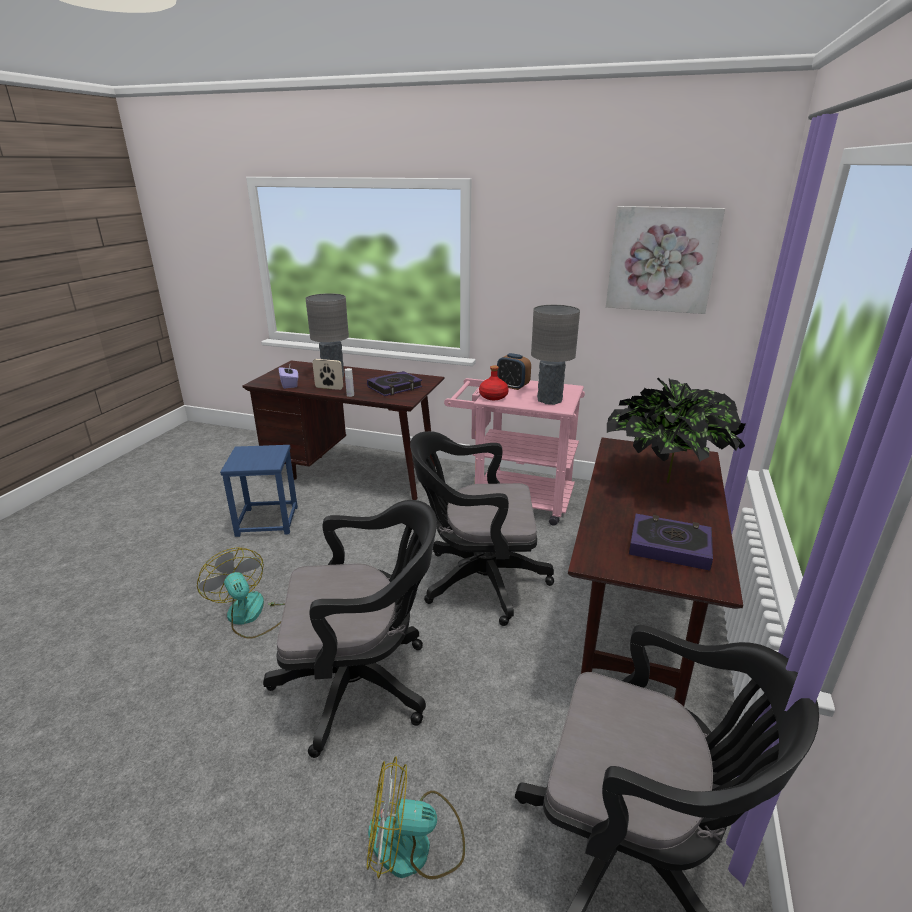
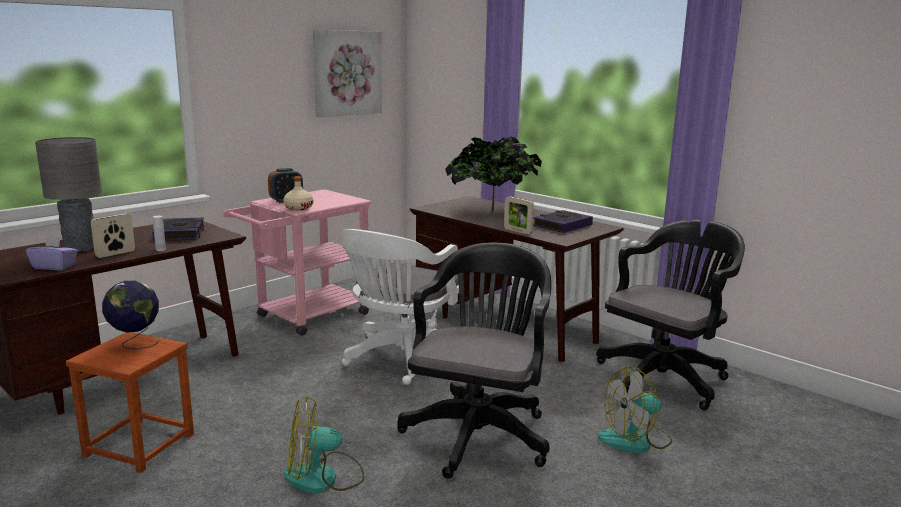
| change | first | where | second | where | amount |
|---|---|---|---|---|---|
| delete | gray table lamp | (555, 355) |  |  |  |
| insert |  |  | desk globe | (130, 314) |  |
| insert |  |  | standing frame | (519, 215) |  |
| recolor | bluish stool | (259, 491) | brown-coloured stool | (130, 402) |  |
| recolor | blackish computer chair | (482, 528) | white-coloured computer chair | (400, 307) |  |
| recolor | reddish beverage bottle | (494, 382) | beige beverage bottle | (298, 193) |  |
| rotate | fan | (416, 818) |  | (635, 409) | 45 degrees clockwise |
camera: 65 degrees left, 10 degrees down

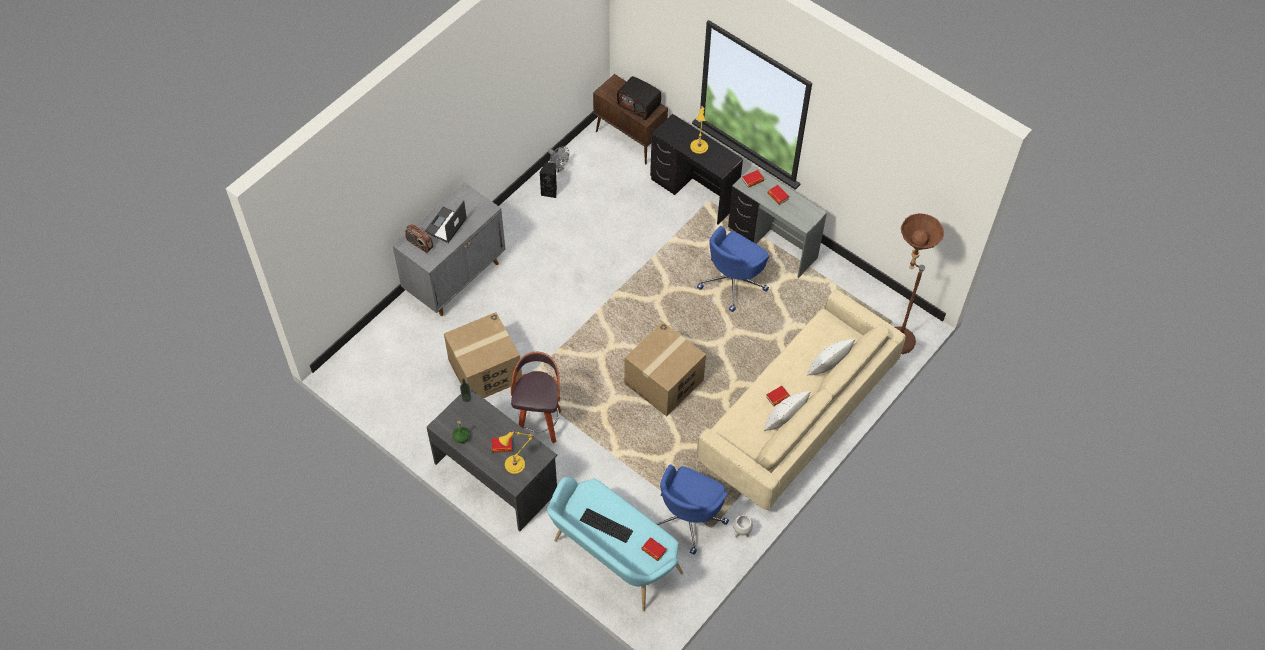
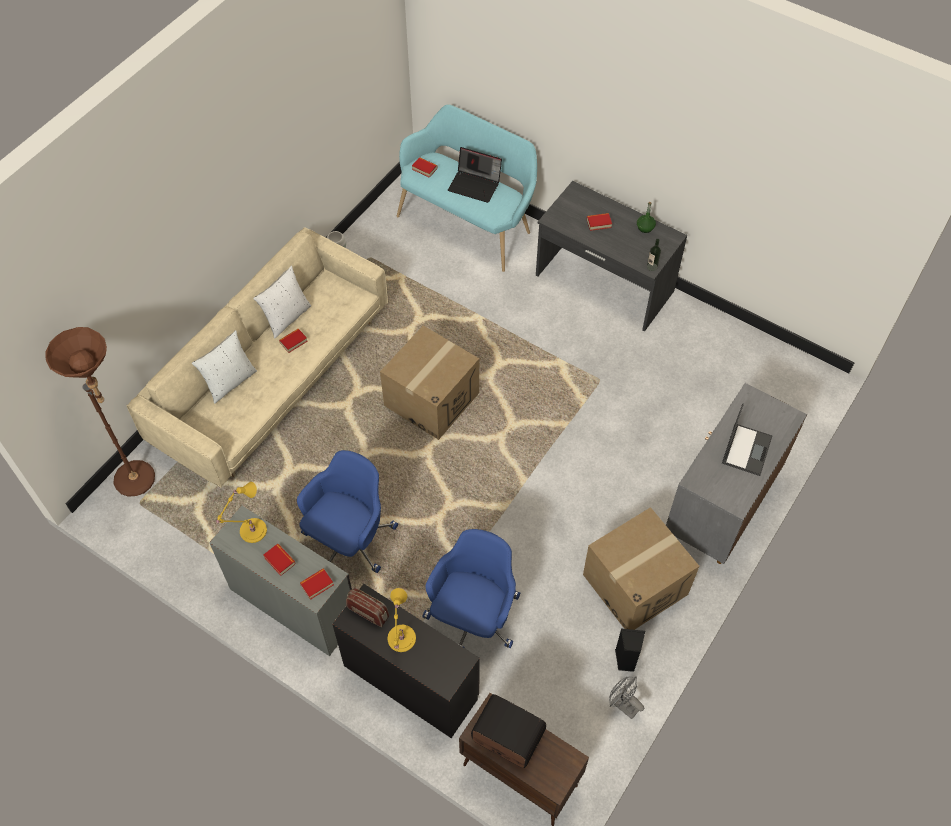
| change | first | where | second | where | amount |
|---|---|---|---|---|---|
| delete | stool | (536, 398) |  |  |  |
| move | radio | (419, 238) |  | (367, 607) |  |
| move | cardboard box | (483, 355) |  | (641, 568) |  |
| move | yellow table lamp | (516, 452) |  | (241, 512) |  |
| move | bluish computer chair | (693, 509) |  | (471, 588) |  |
| replace | keyboard | (606, 525) | portable computer | (475, 175) |  |
camera: 175 degrees right, 0 degrees up

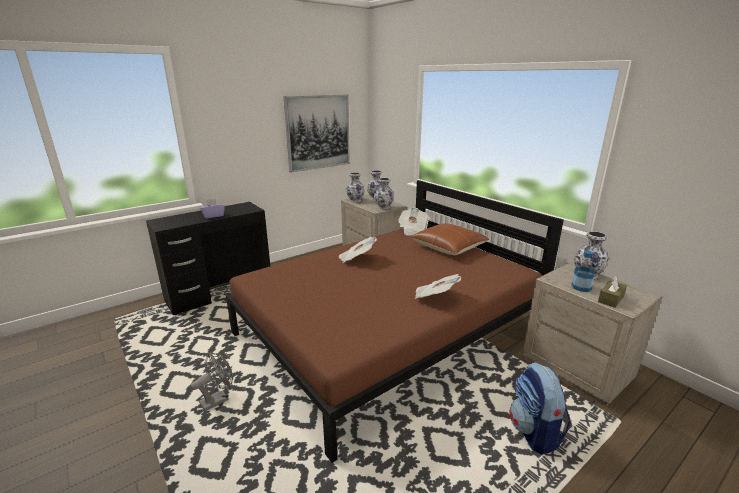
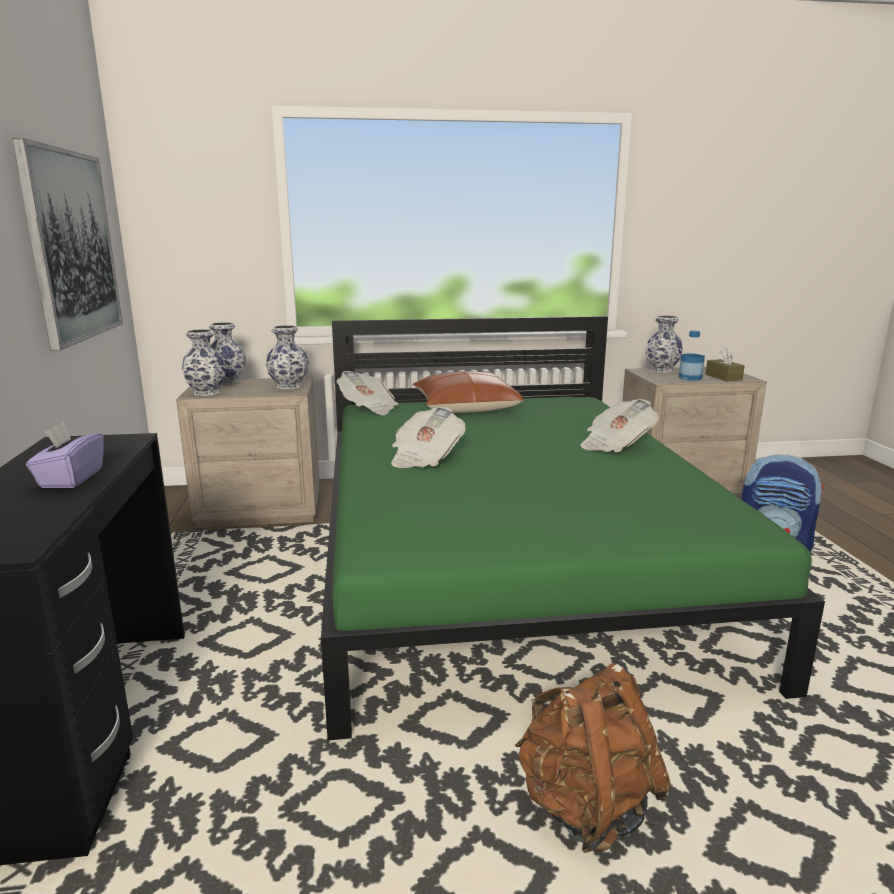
| change | first | where | second | where | amount |
|---|---|---|---|---|---|
| replace | gray fan | (212, 381) | brown-coloured knapsack | (593, 758) |  |
| recolor | brown-coloured bedroom bed | (395, 321) | green bedroom bed | (573, 528) |  |
camera: 60 degrees left, 5 degrees down

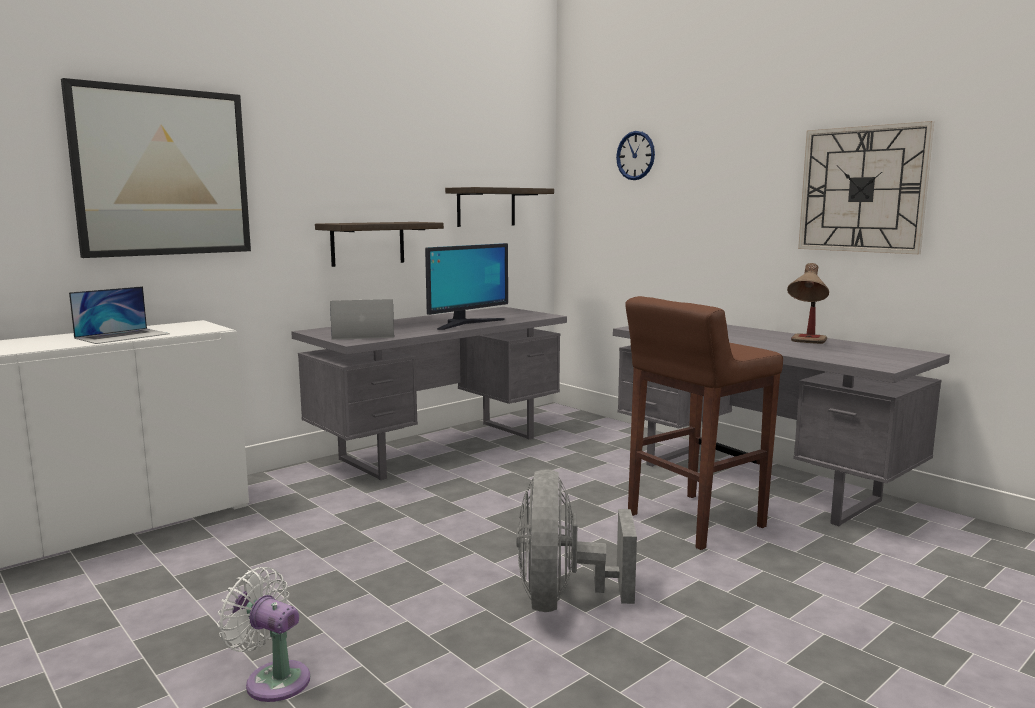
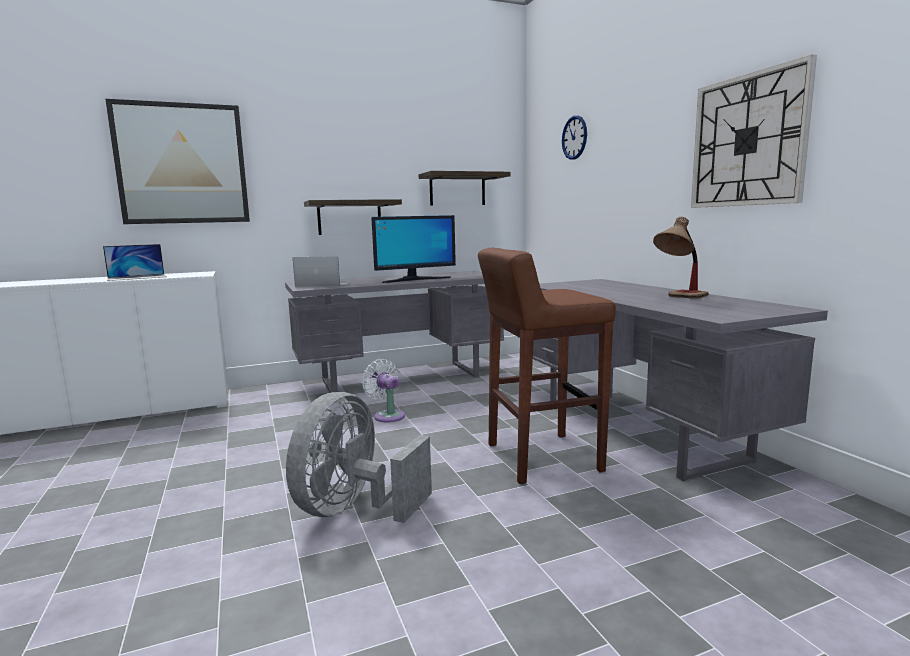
| change | first | where | second | where | amount |
|---|---|---|---|---|---|
| move | white-coloured fan | (263, 634) |  | (383, 390) |  |
camera: 20 degrees right, 0 degrees up

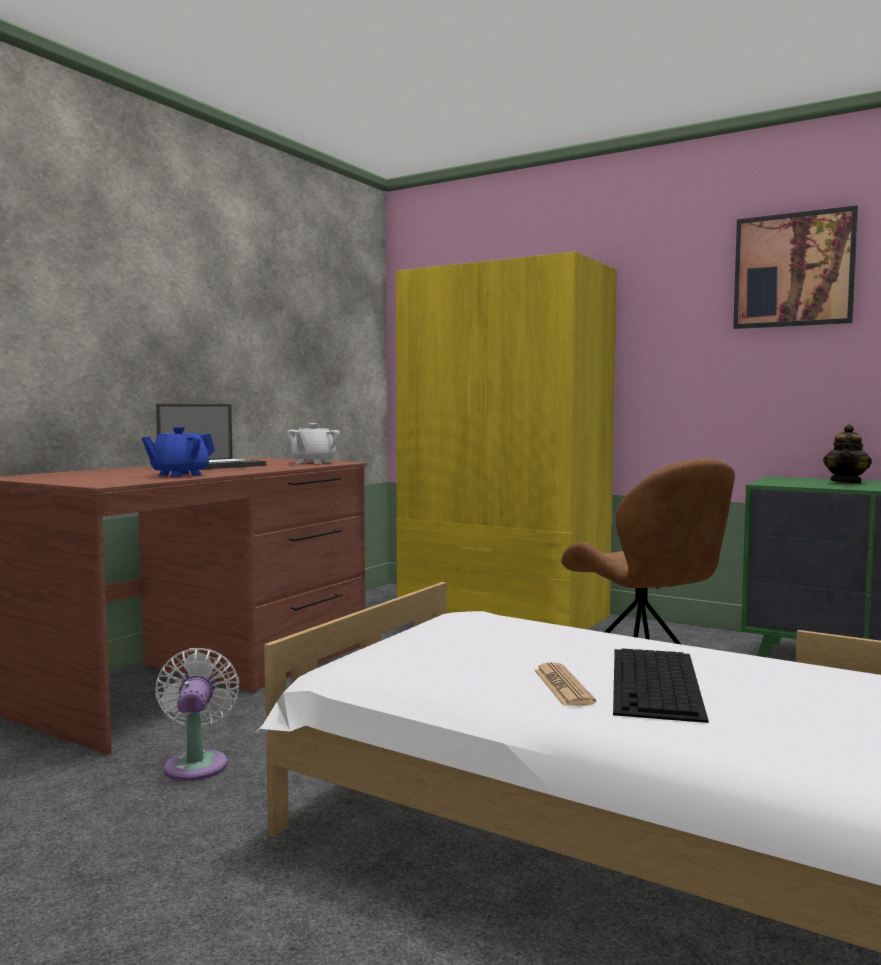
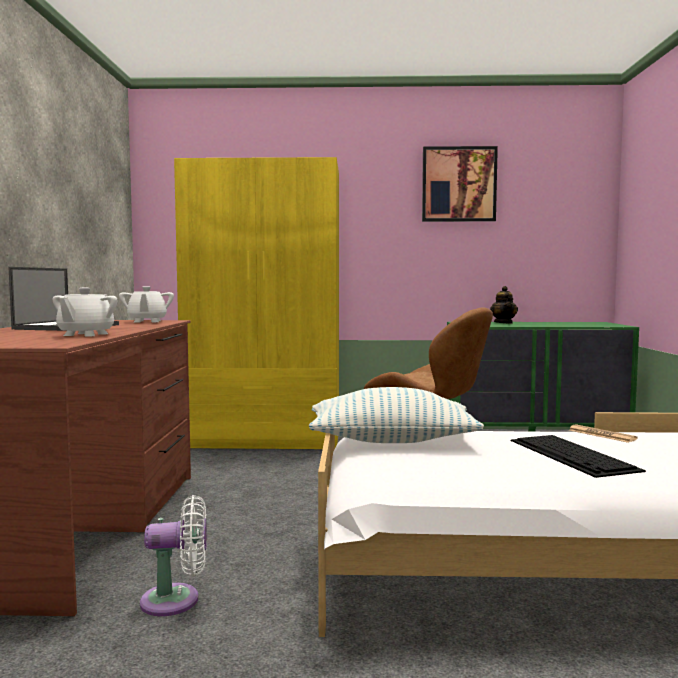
| change | first | where | second | where | amount |
|---|---|---|---|---|---|
| insert |  |  | pillow | (396, 415) |  |
| move | printed paper | (565, 684) |  | (603, 434) |  |
| recolor | bluish pot for tea | (178, 451) | white-coloured pot for tea | (85, 312) |  |
| rotate | white-coloured fan | (197, 714) |  | (173, 555) | 120 degrees clockwise |
camera: 30 degrees left, 0 degrees up

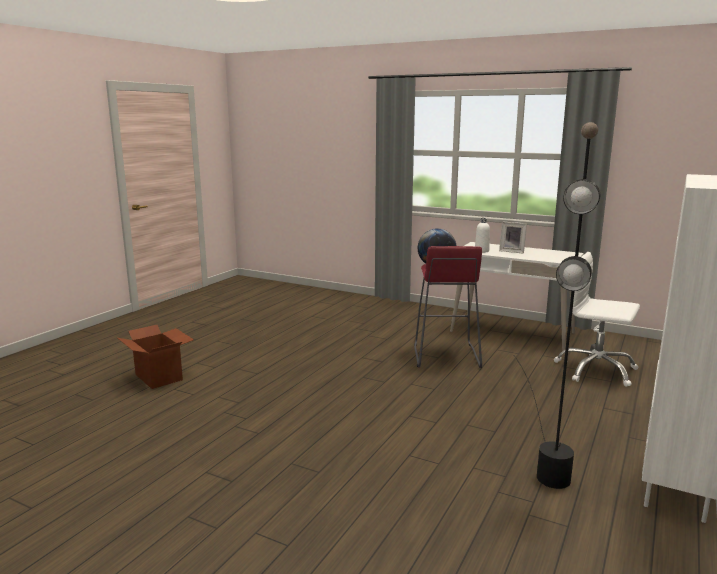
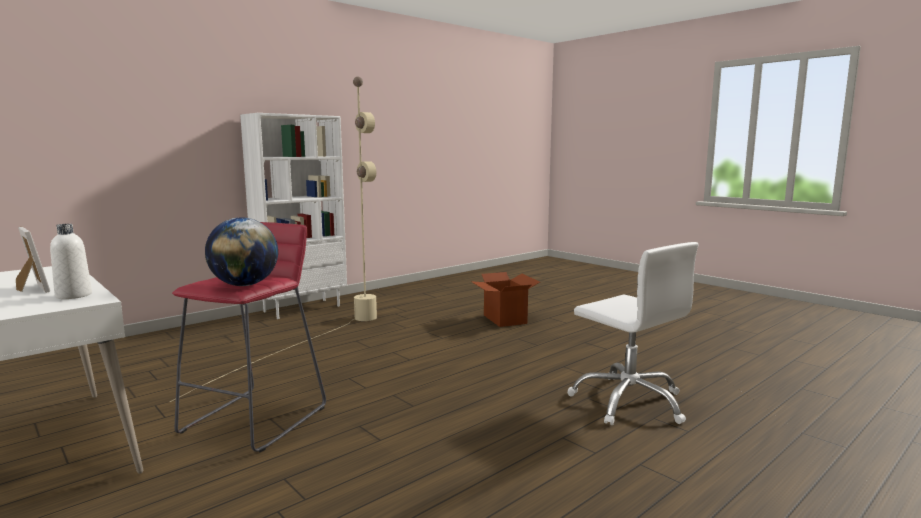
| change | first | where | second | where | amount |
|---|---|---|---|---|---|
| move | cardboard box | (156, 357) |  | (505, 299) |  |
| move | white-coloured computer chair | (597, 319) |  | (633, 333) |  |
| recolor | blackish standing lamp | (557, 305) | beige standing lamp | (273, 239) |  |
camera: 160 degrees left, 5 degrees down

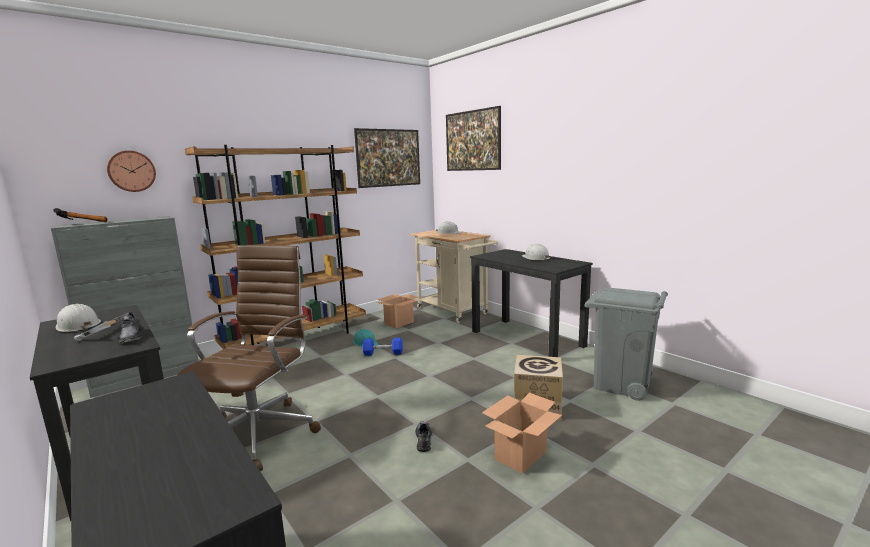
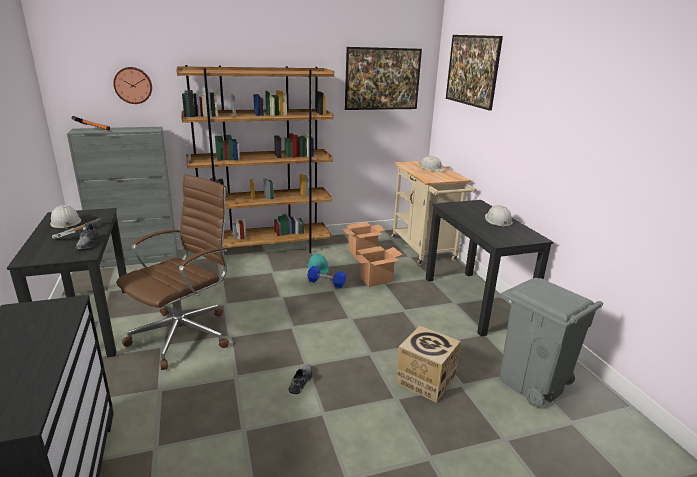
| change | first | where | second | where | amount |
|---|---|---|---|---|---|
| move | cardboard box | (522, 433) |  | (378, 266) |  |
camera: 20 degrees right, 10 degrees up

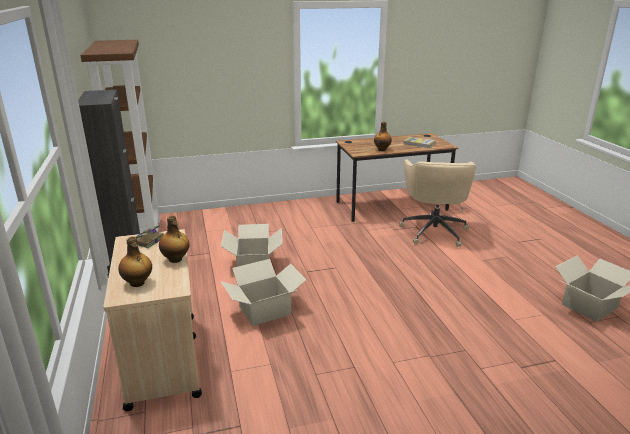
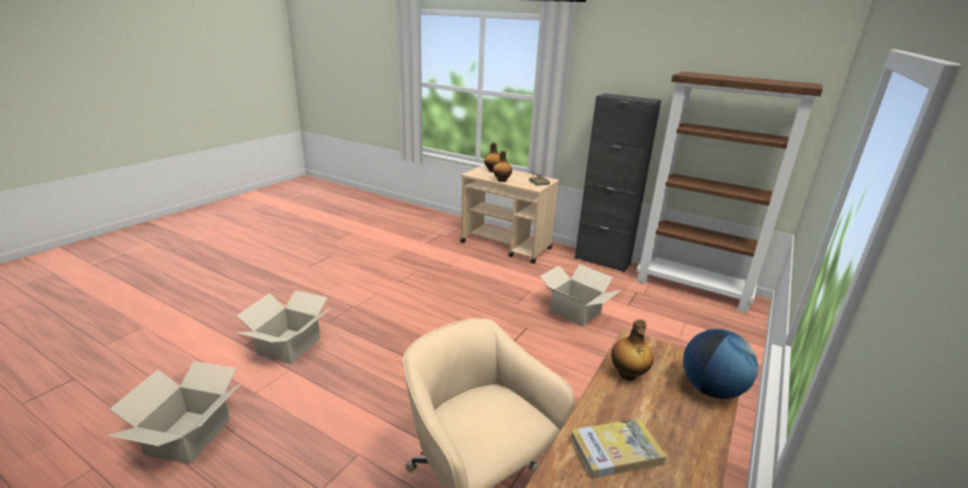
| change | first | where | second | where | amount |
|---|---|---|---|---|---|
| insert |  |  | desk globe | (720, 364) |  |
| move | cardboard box | (263, 292) |  | (283, 327) |  |
camera: 135 degrees right, 0 degrees up

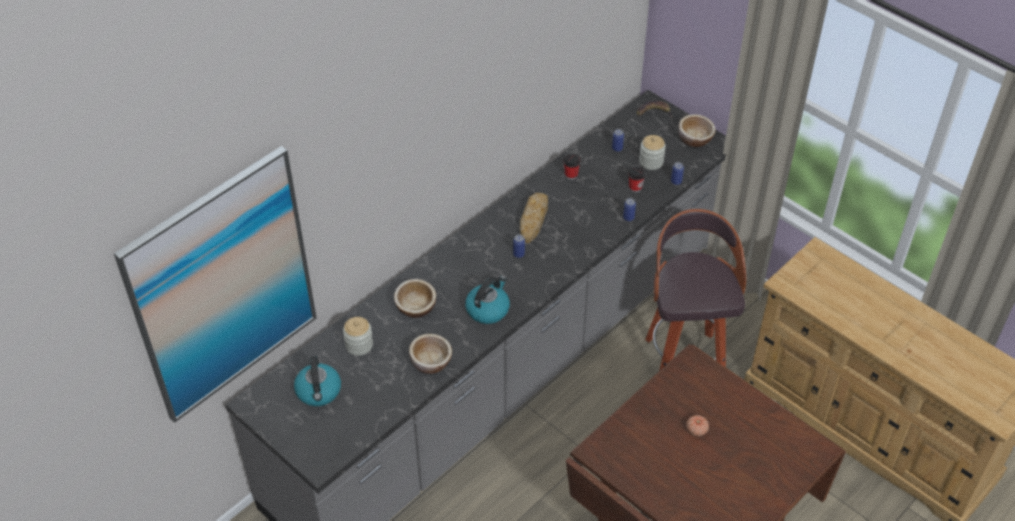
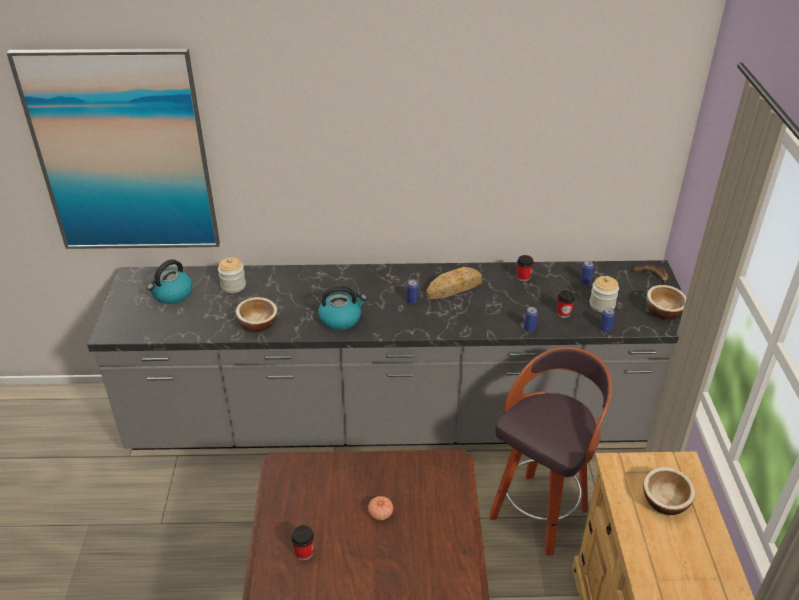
| change | first | where | second | where | amount |
|---|---|---|---|---|---|
| insert |  |  | cup | (302, 543) |  |
| move | deep dish | (415, 298) |  | (669, 491) |  |
camera: 45 degrees right, 10 degrees down

